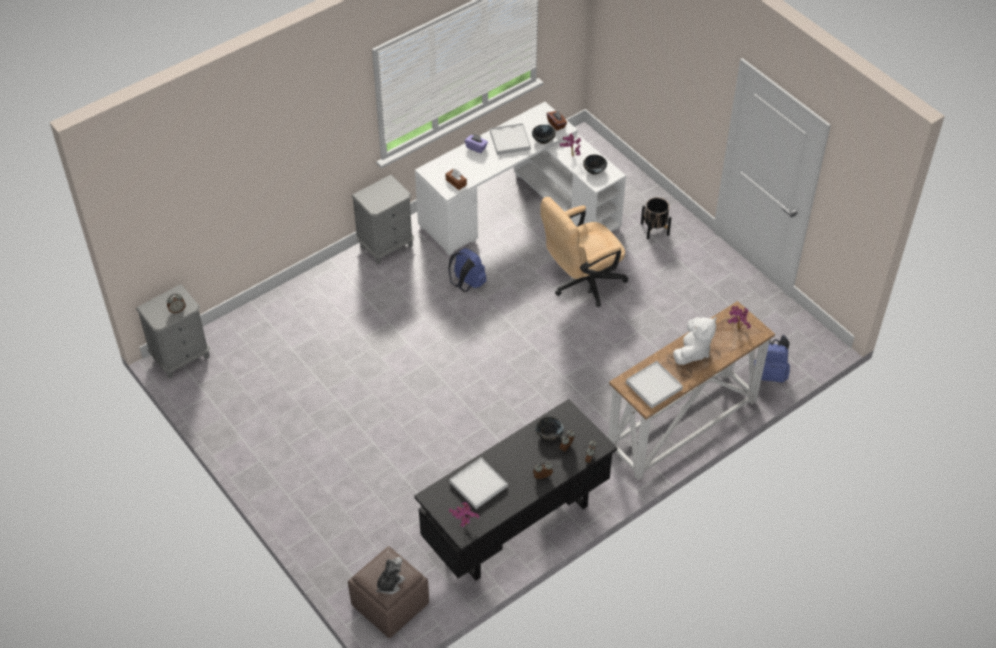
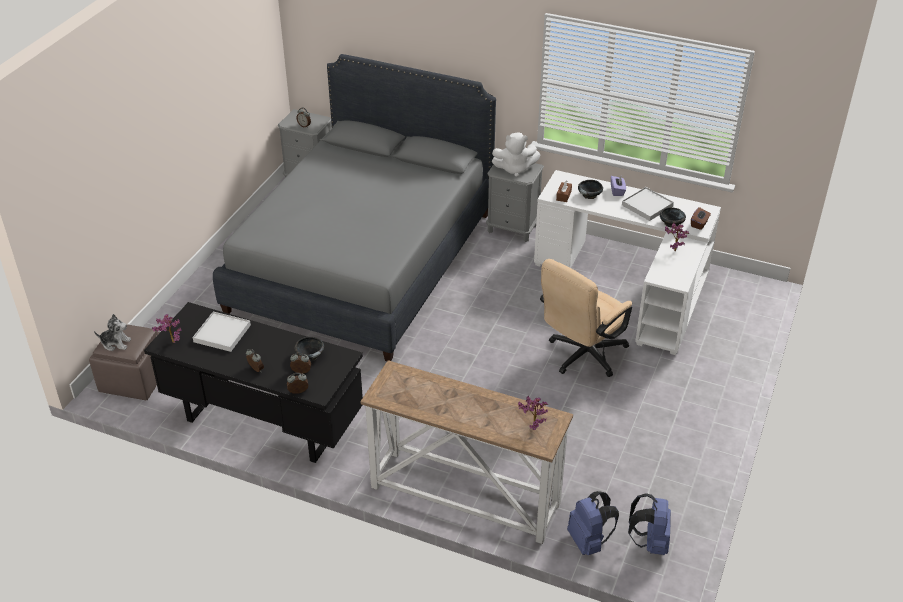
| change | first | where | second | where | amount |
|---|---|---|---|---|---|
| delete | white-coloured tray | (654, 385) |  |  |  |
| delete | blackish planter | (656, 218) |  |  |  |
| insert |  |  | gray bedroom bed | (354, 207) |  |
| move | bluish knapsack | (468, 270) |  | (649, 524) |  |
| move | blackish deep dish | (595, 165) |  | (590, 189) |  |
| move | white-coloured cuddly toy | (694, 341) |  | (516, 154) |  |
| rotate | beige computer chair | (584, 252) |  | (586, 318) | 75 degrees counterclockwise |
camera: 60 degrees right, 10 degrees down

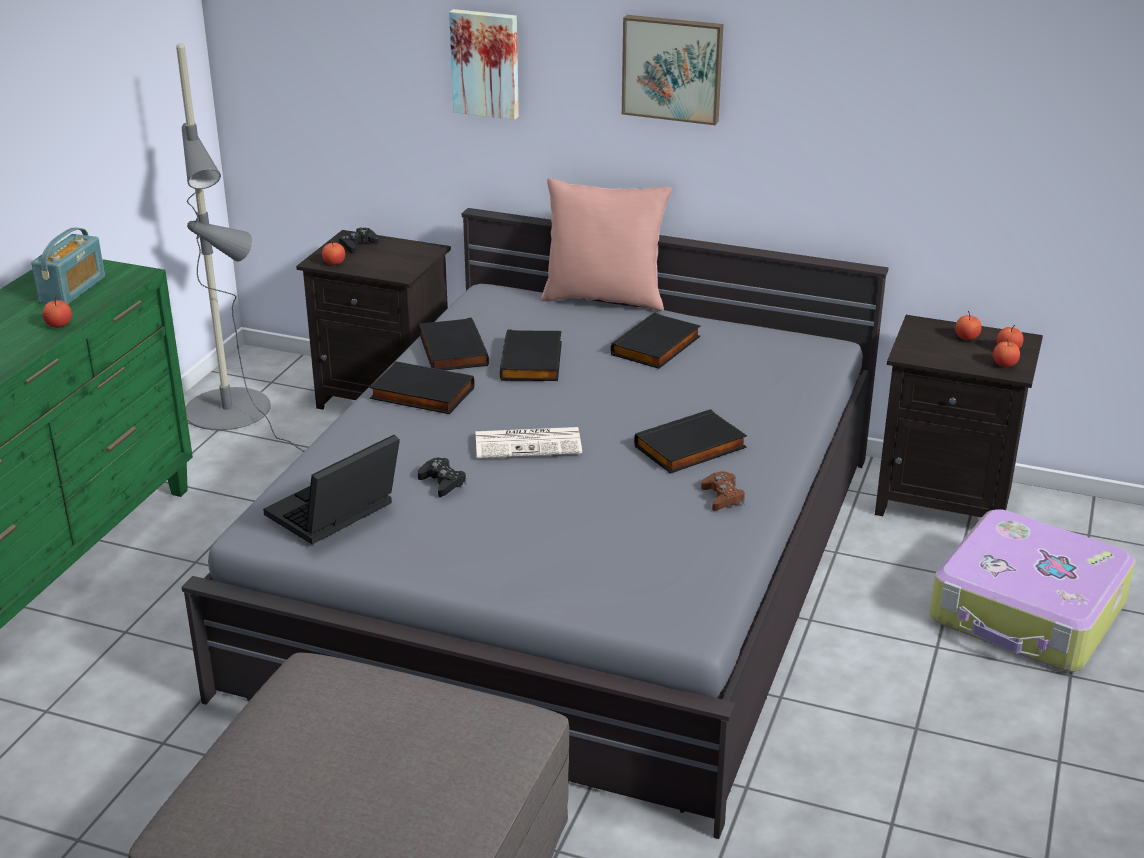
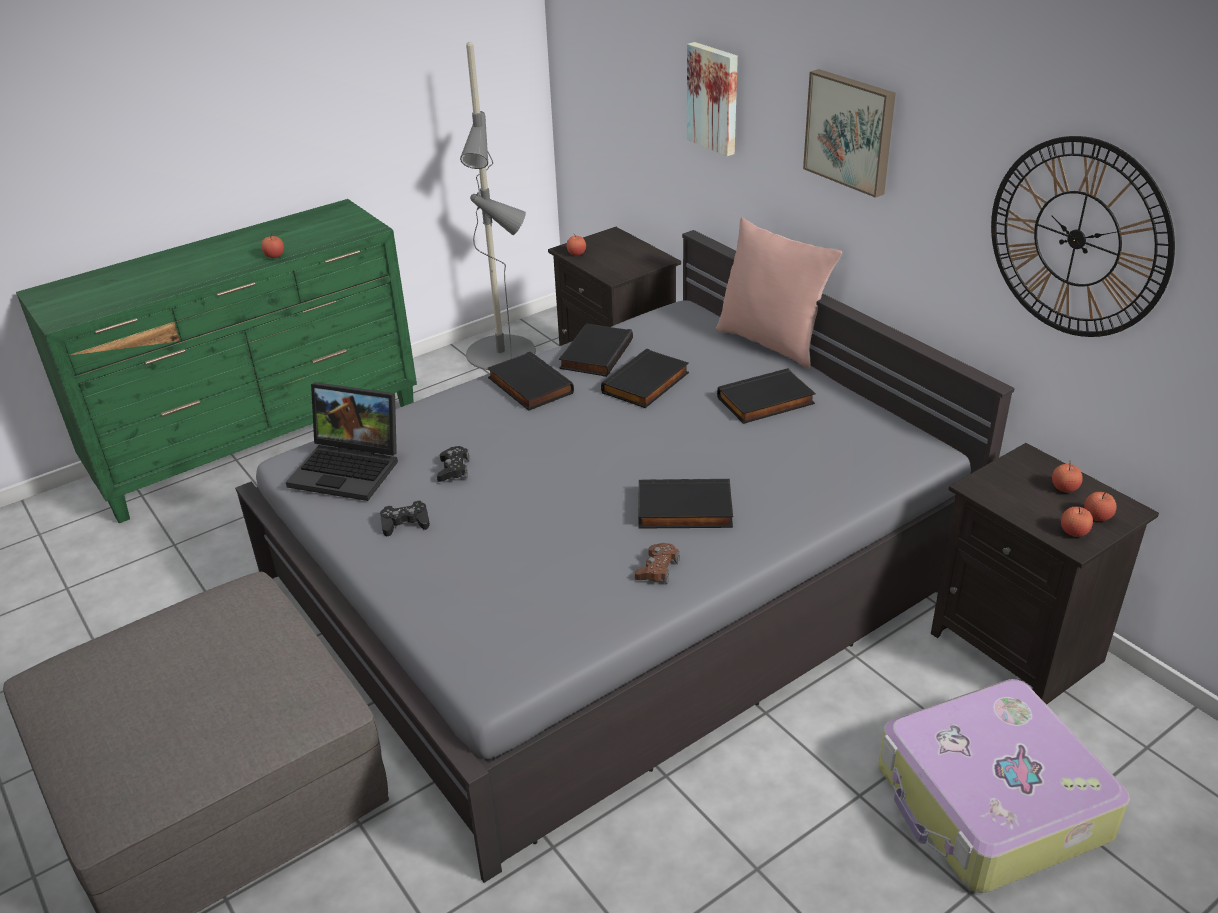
| change | first | where | second | where | amount |
|---|---|---|---|---|---|
| delete | radio | (68, 266) |  |  |  |
| delete | printed paper | (528, 442) |  |  |  |
| insert |  |  | wall clock | (1083, 236) |  |
| move | blackish gamepad | (358, 240) |  | (405, 518) |  |
| rotate | portable computer | (331, 489) |  | (342, 441) | 150 degrees counterclockwise |
camera: 35 degrees right, 5 degrees up

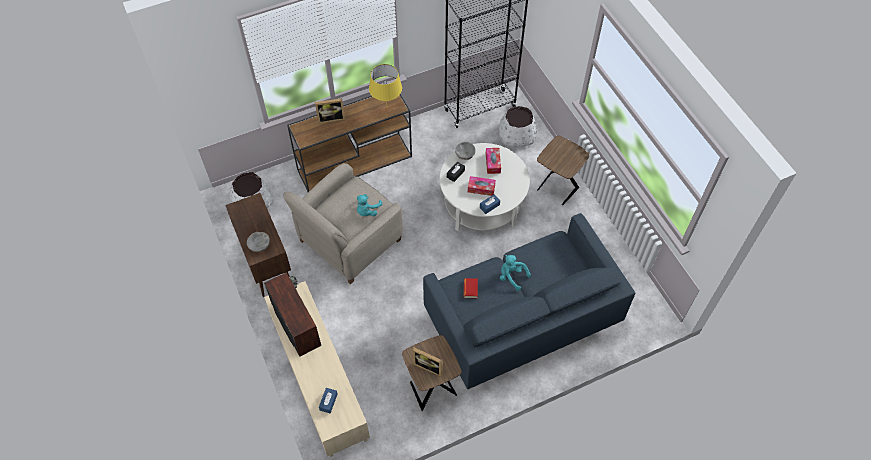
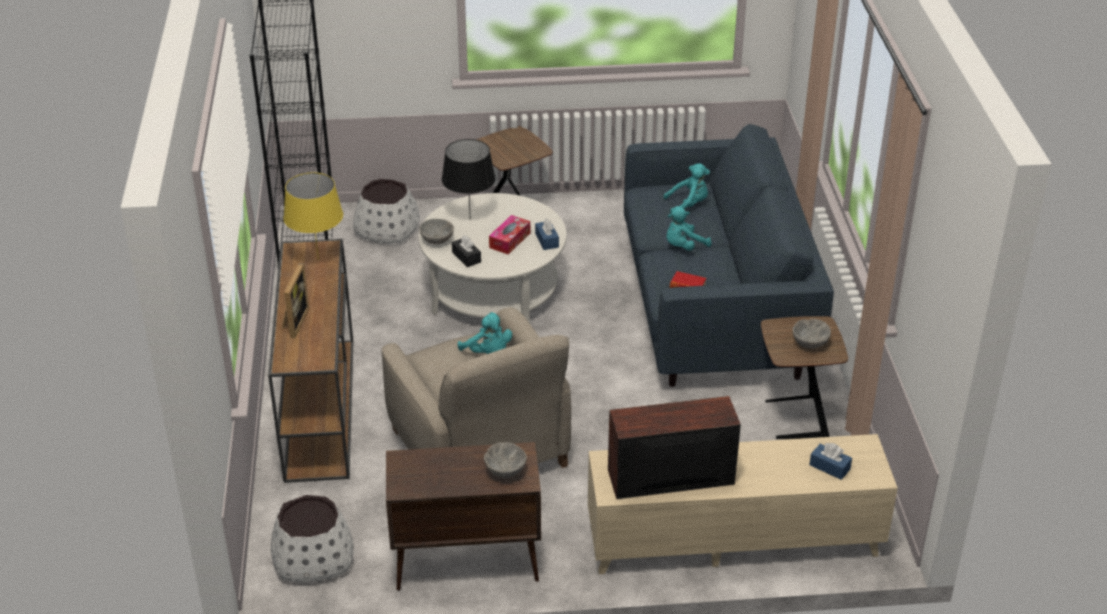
| change | first | where | second | where | amount |
|---|---|---|---|---|---|
| insert |  |  | blue-green cuddly toy | (686, 188) |  |
| replace | standing frame | (427, 362) | gray deep dish | (811, 334) |  |
| replace | tissue box | (493, 161) | blackish table lamp | (469, 179) |  |
camera: 70 degrees left, 20 degrees down

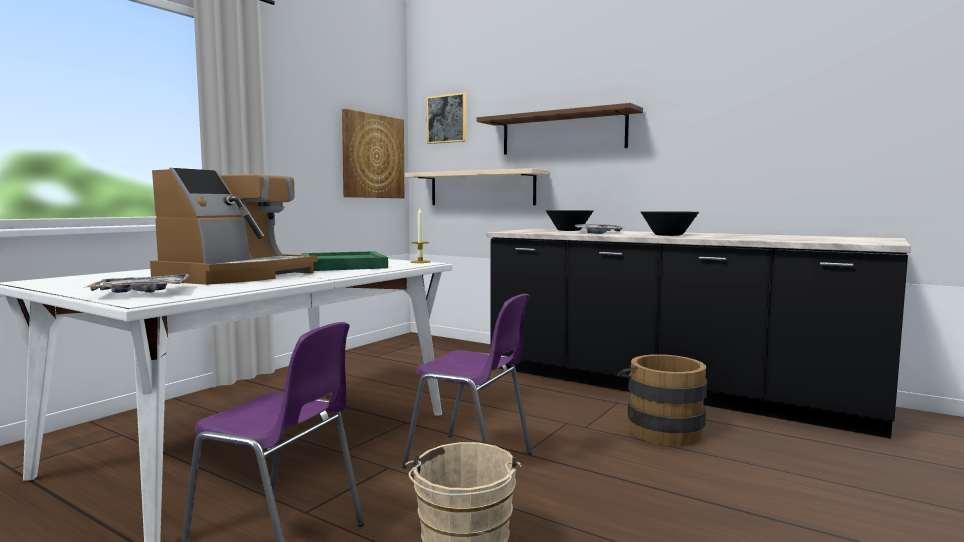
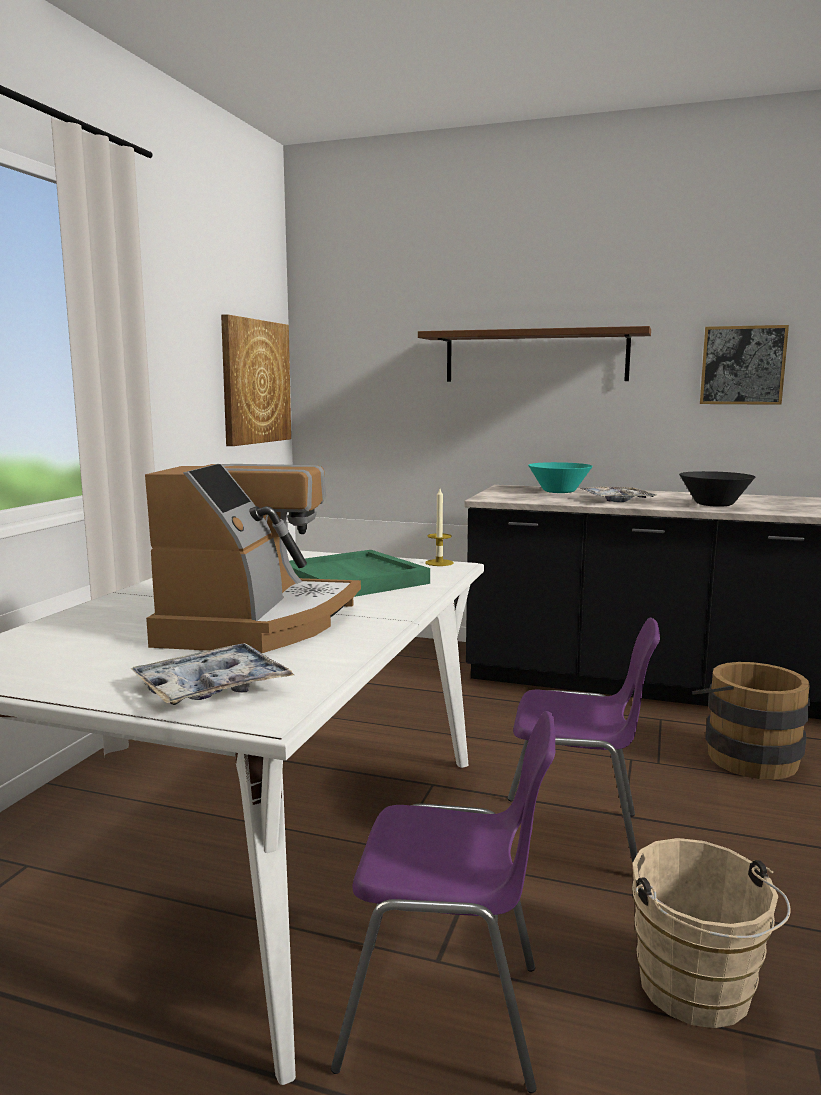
| change | first | where | second | where | amount |
|---|---|---|---|---|---|
| delete | beige bracket shelf | (476, 186) |  |  |  |
| move | wall art | (446, 118) |  | (744, 365) |  |
| recolor | blackish deep dish | (569, 220) | blue-green deep dish | (560, 477) |  |
camera: 15 degrees left, 5 degrees up

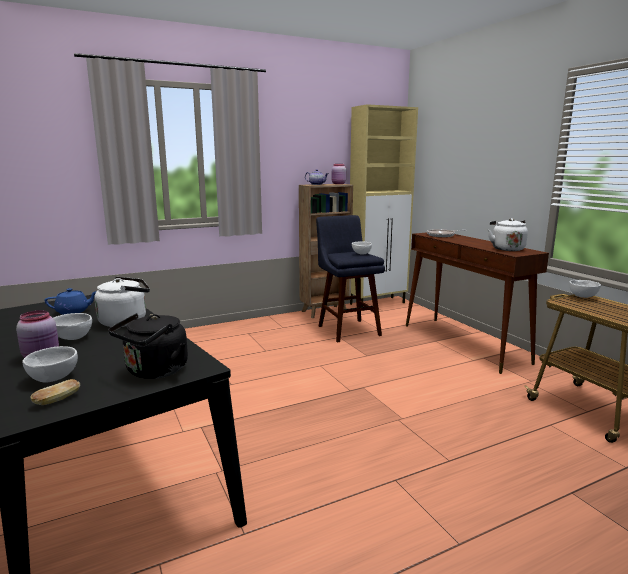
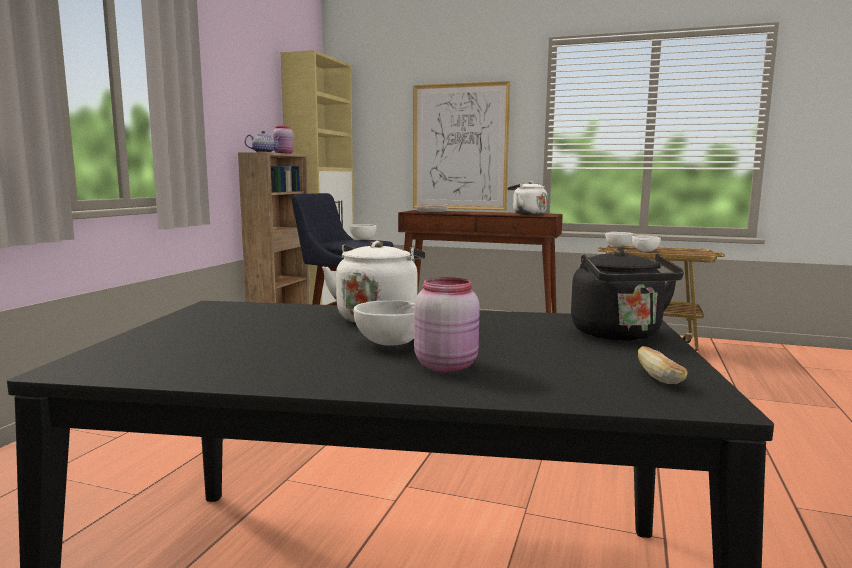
| change | first | where | second | where | amount |
|---|---|---|---|---|---|
| delete | bluish pot for tea | (71, 301) |  |  |  |
| insert |  |  | wall art | (461, 145) |  |
| move | white-coloured deep dish | (50, 364) |  | (646, 244) |  |
camera: 45 degrees left, 5 degrees down

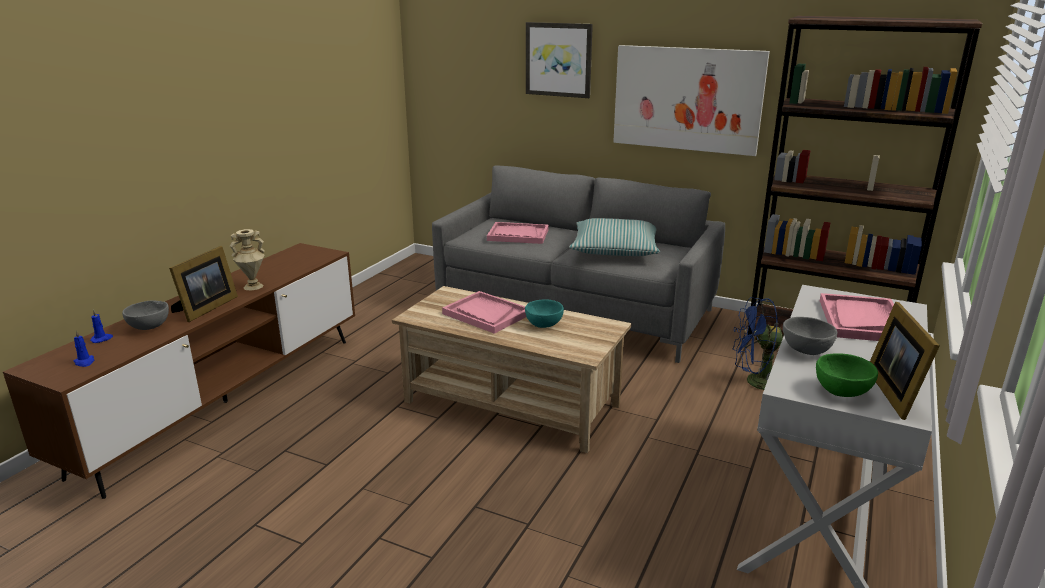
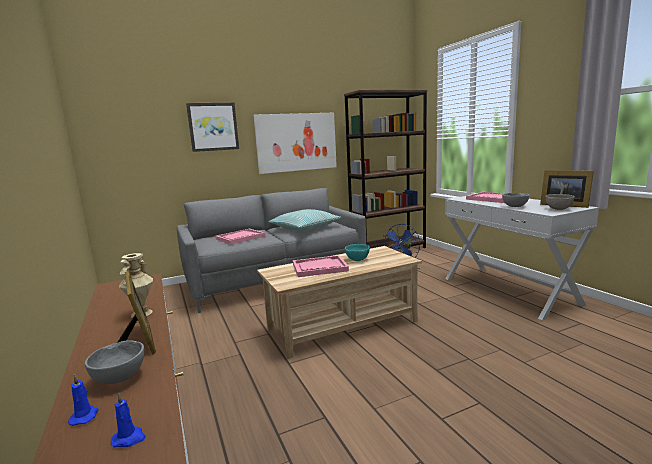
| change | first | where | second | where | amount |
|---|---|---|---|---|---|
| recolor | green deep dish | (847, 375) | gray deep dish | (560, 202) |  |
camera: 50 degrees left, 10 degrees down

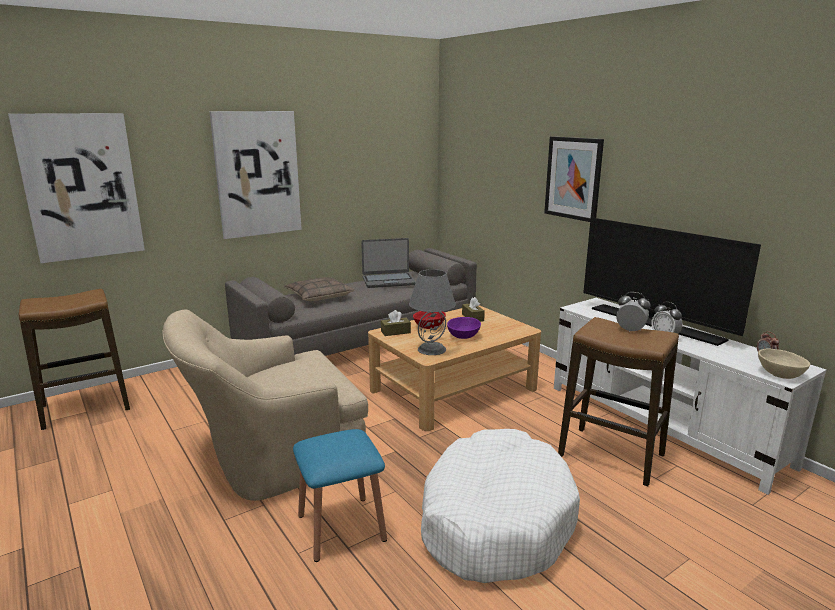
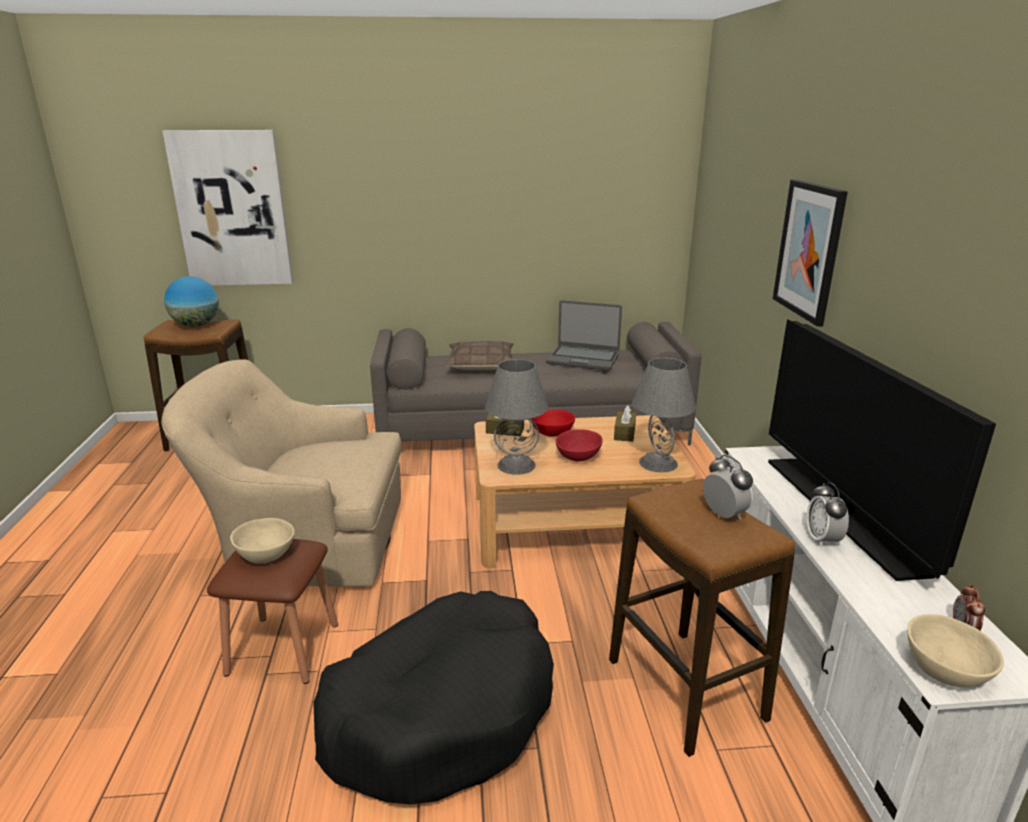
| change | first | where | second | where | amount |
|---|---|---|---|---|---|
| delete | wall art | (255, 175) |  |  |  |
| insert |  |  | desk globe | (191, 301) |  |
| insert |  |  | beige deep dish | (262, 540) |  |
| insert |  |  | gray table lamp | (664, 415) |  |
| recolor | bluish stool | (340, 495) | brown-coloured stool | (272, 611) |  |
| recolor | white-coloured pet bed | (500, 506) | blackish pet bed | (433, 698) |  |
| recolor | purplish deep dish | (464, 328) | reddish deep dish | (579, 445) |  |
camera: 30 degrees right, 5 degrees up

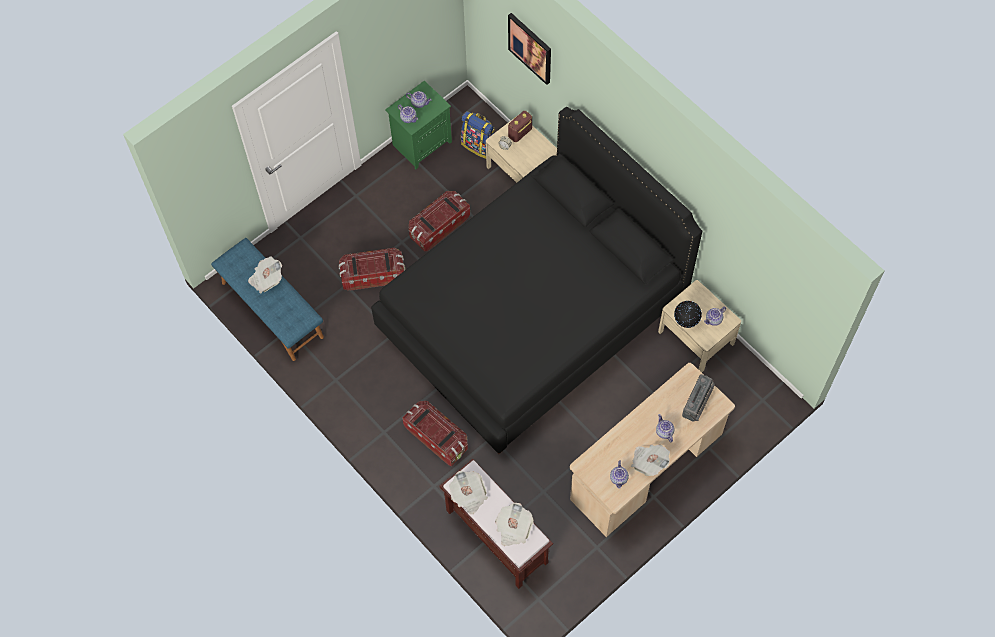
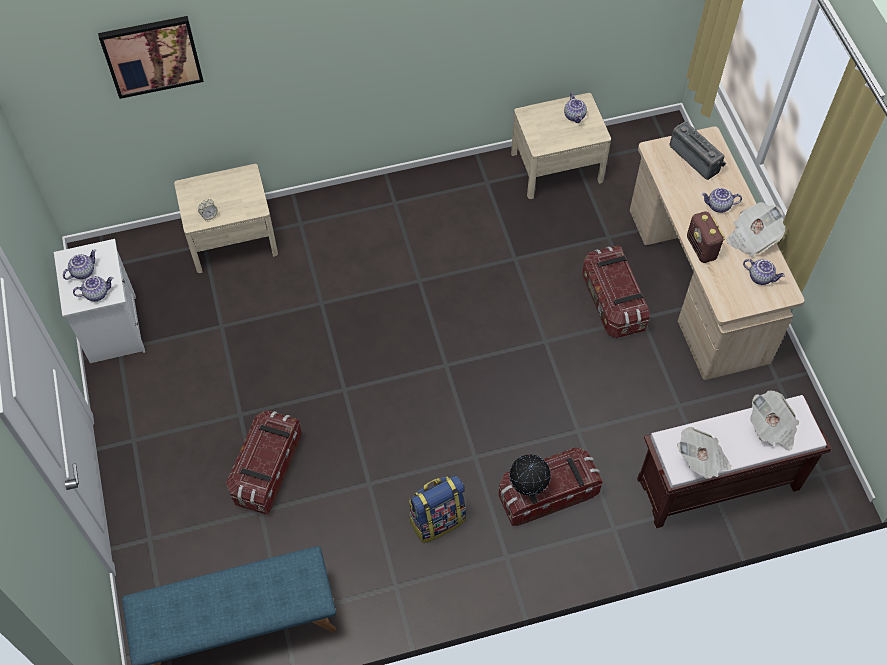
| change | first | where | second | where | amount |
|---|---|---|---|---|---|
| delete | printed paper | (265, 275) |  |  |  |
| delete | blackish bedroom bed | (536, 280) |  |  |  |
| move | storage bin | (439, 221) |  | (616, 292) |  |
| move | knapsack | (478, 135) |  | (437, 509) |  |
| move | radio | (520, 126) |  | (706, 237) |  |
| move | desk globe | (688, 314) |  | (530, 475) |  |
| recolor | green nightstand | (418, 125) | white-coloured nightstand | (99, 301) |  |
camera: 65 degrees left, 5 degrees down

